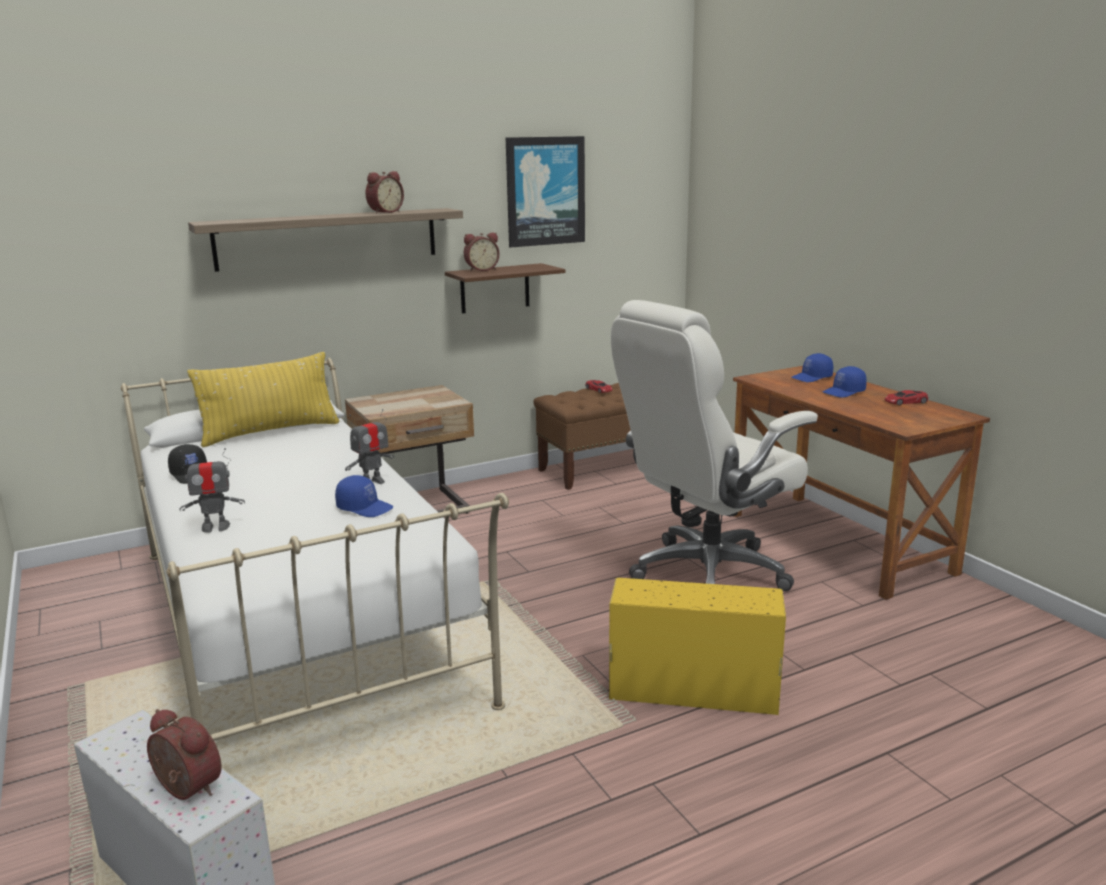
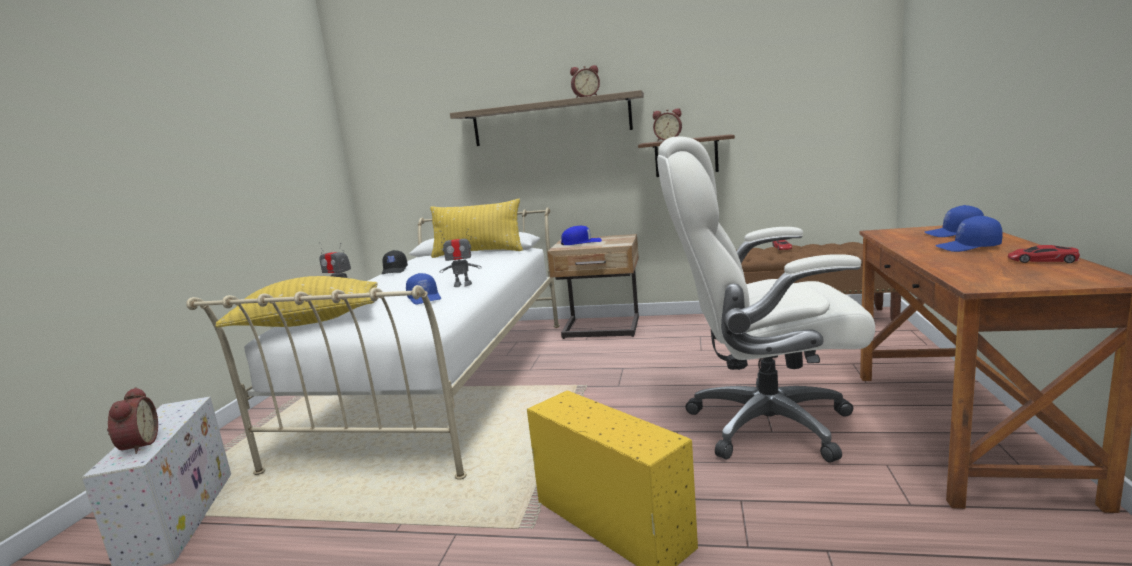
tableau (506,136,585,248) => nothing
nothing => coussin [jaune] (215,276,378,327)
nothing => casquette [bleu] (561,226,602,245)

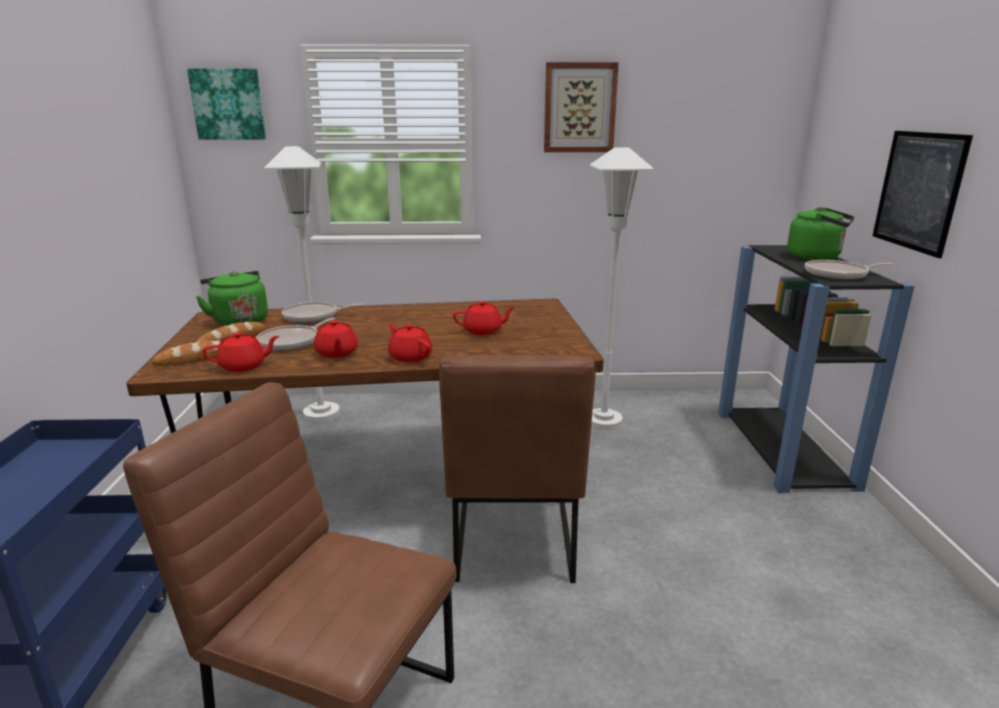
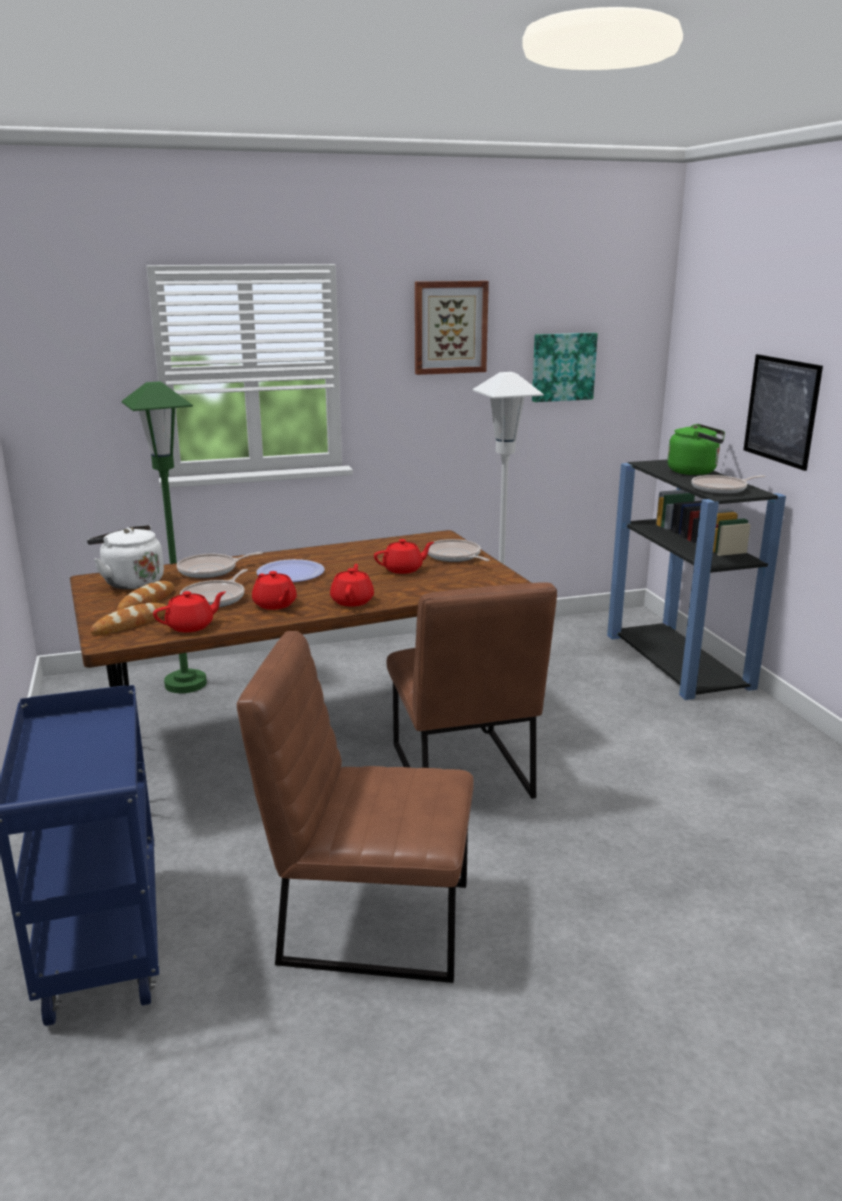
tableau (187,68,266,140) => tableau (532,333,598,402), relocated
bouilloire [vert] (196,271,268,326) => bouilloire [blanc] (87,525,164,589)
lampadaire [blanc] (264,146,340,423) => lampadaire [vert] (122,381,207,693)
théière [rouge] (388,323,432,362) => théière [rouge] (330,564,374,607), 60 degrees clockwise
nothing => assiette (257,559,325,582)
nothing => poêle (428,539,490,562)

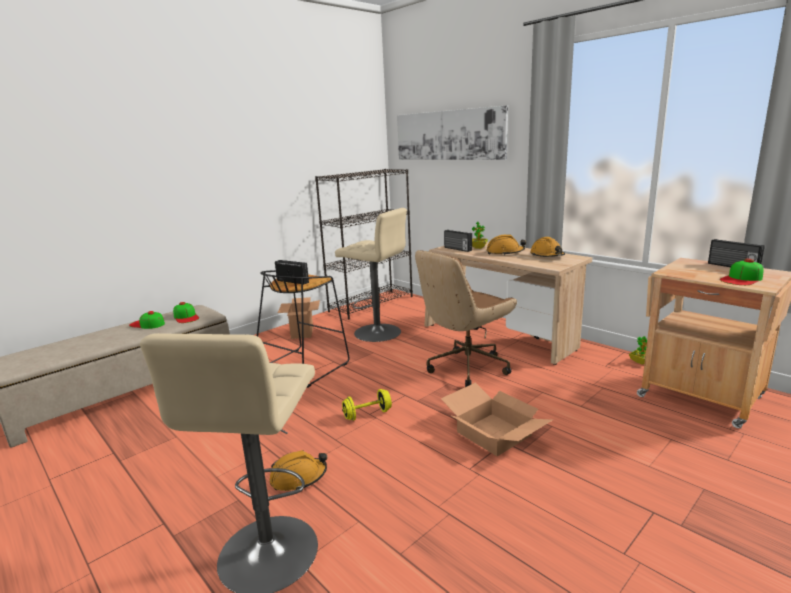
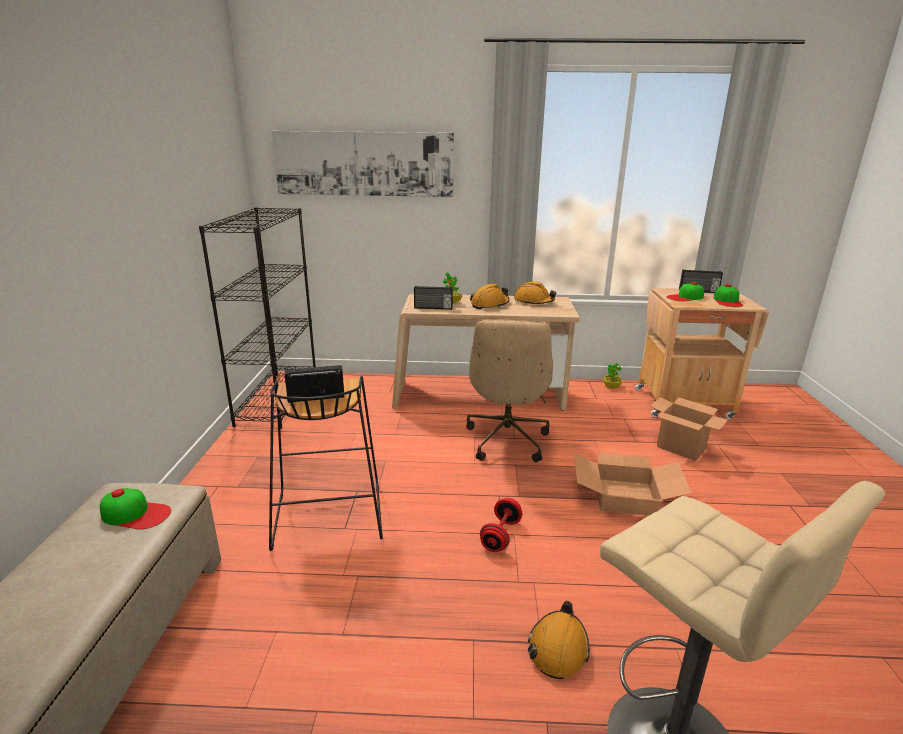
casquette (129,311,165,329) => casquette (666,282,704,301), relocated
carton (278,297,320,339) => carton (650,397,728,461), relocated
tabouret [beige] (335,208,407,342) => nothing
haltère [jaune] (342,389,392,421) => haltère [rouge] (480,498,522,552)

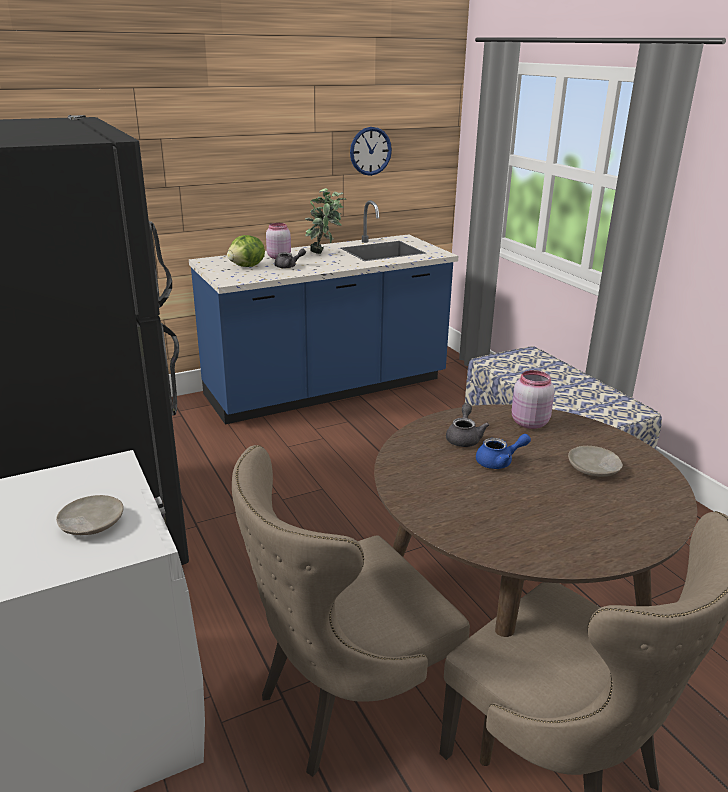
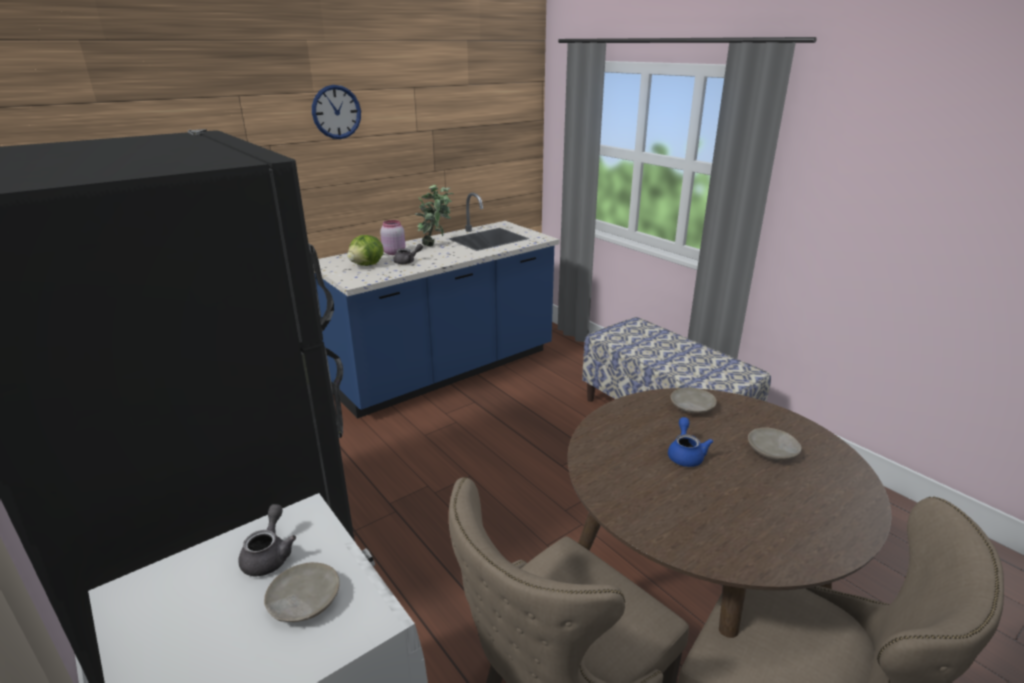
horloge murale (350,127,392,176) => horloge murale (312,85,361,139), relocated
théière [gris] (446,403,489,447) => théière [gris] (238,504,296,577), relocated
théière [bleu] (476,434,531,469) => théière [bleu] (668,417,714,467), 60 degrees counterclockwise
bocal [rose] (512,370,555,429) => assiette [beige] (671,387,717,413)

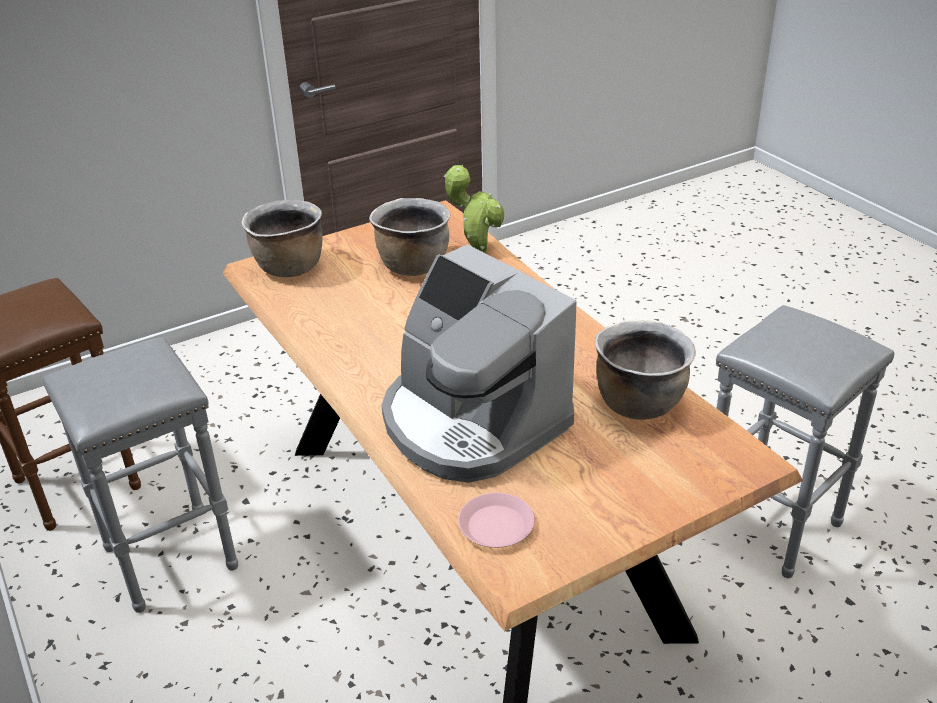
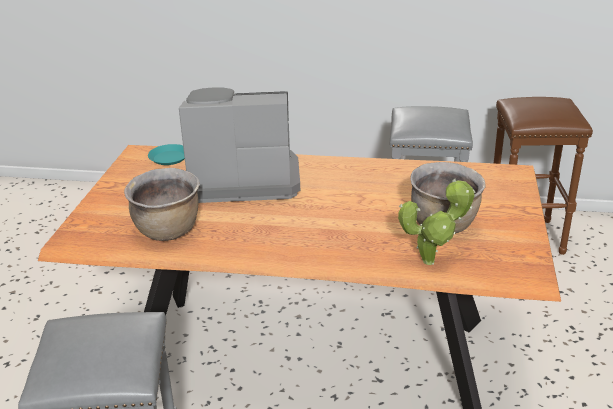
marmite [marron] (241,200,323,277) => nothing
assiette [rose] (458,493,535,548) => assiette [turquoise] (148,144,185,165)

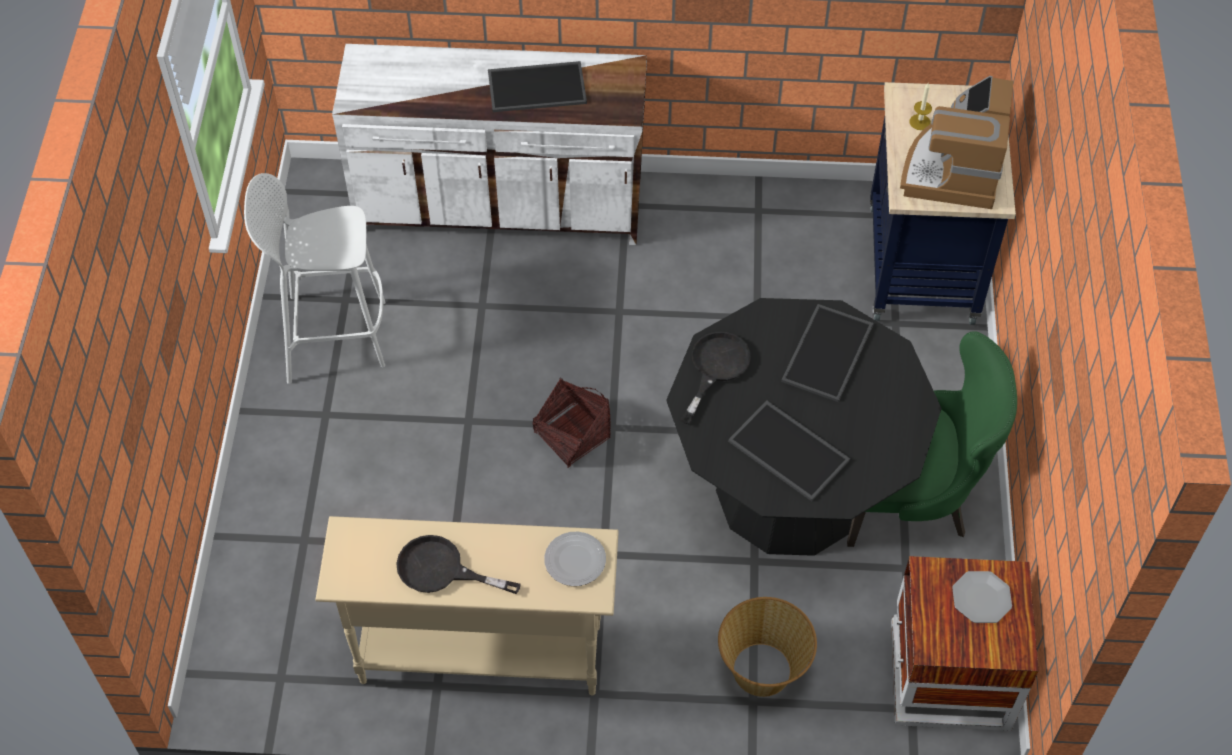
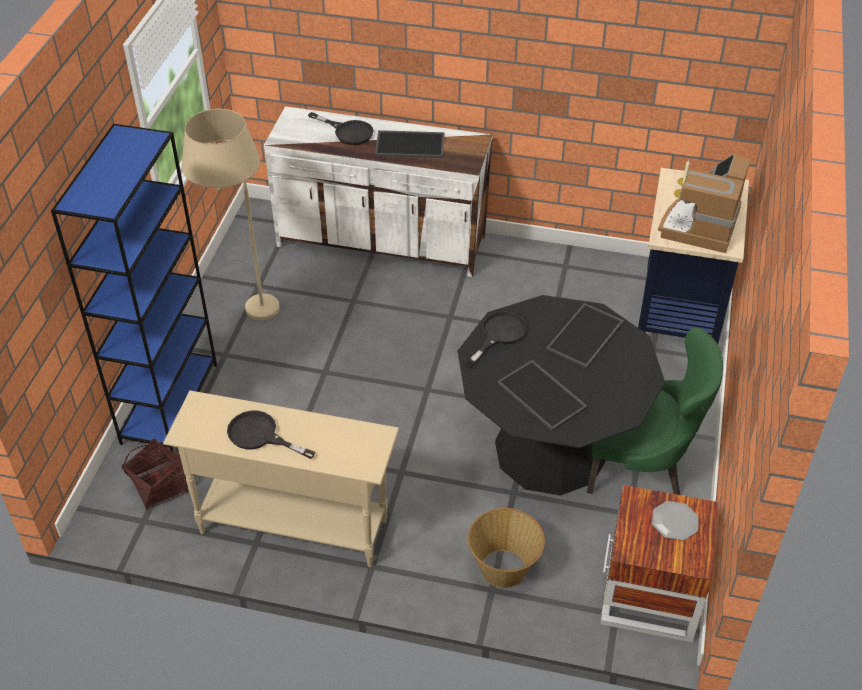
tabouret [blanc] (244,173,386,384) => lampadaire [beige] (182,109,280,320)
panier (533,378,611,468) => panier (122,438,188,510), relocated
assiette (544,532,606,586) => nothing
nothing => bibliothèque [bleu] (51,124,217,452)
nothing => poêle [noir] (308,112,374,145)

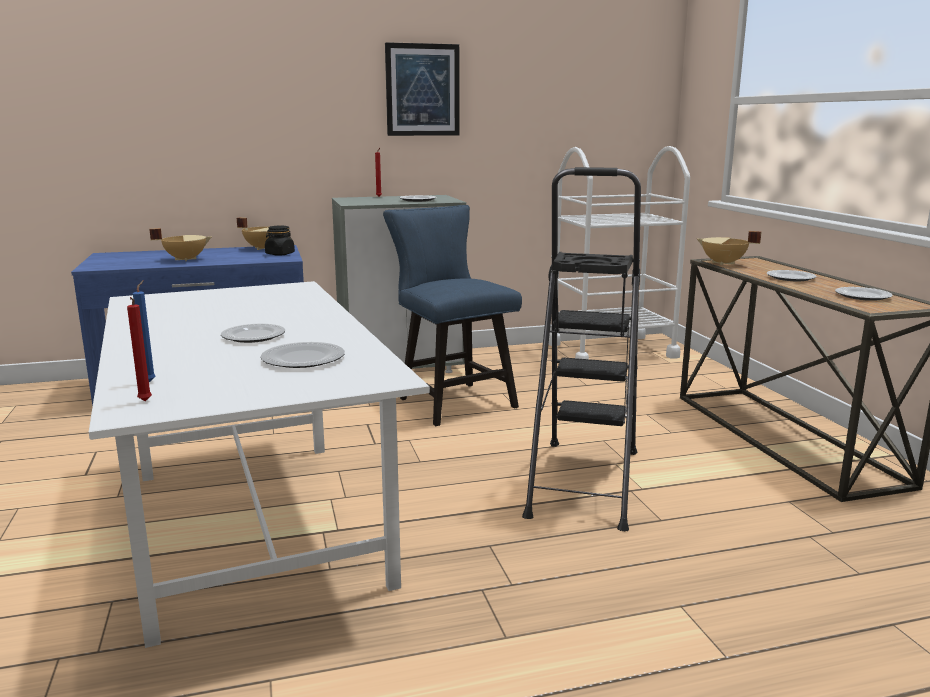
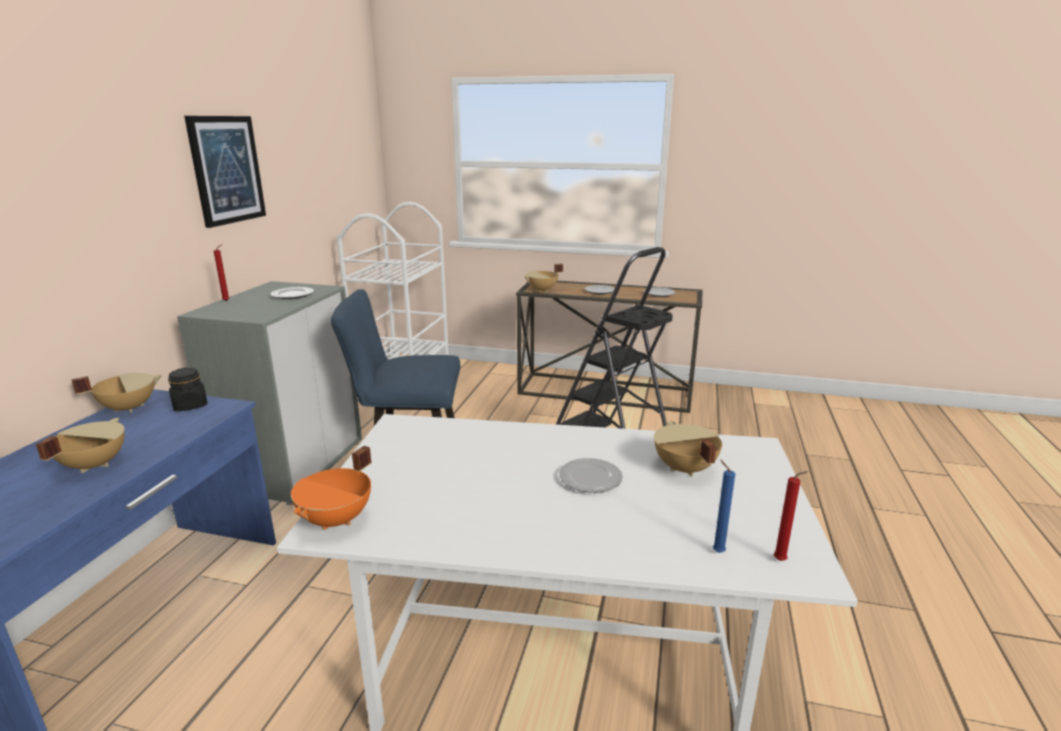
assiette (260,342,345,368) => marmite [beige] (654,421,722,477)
nothing => marmite [orange] (291,446,371,530)

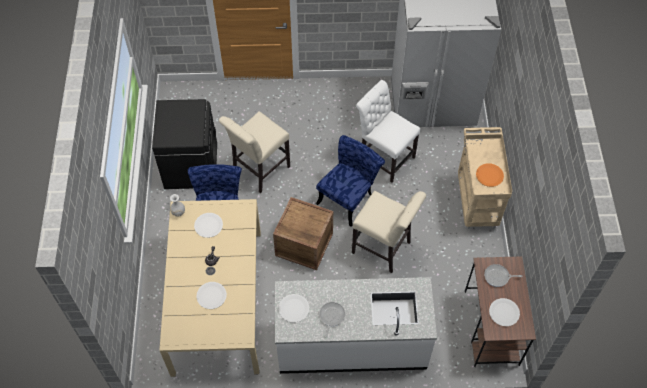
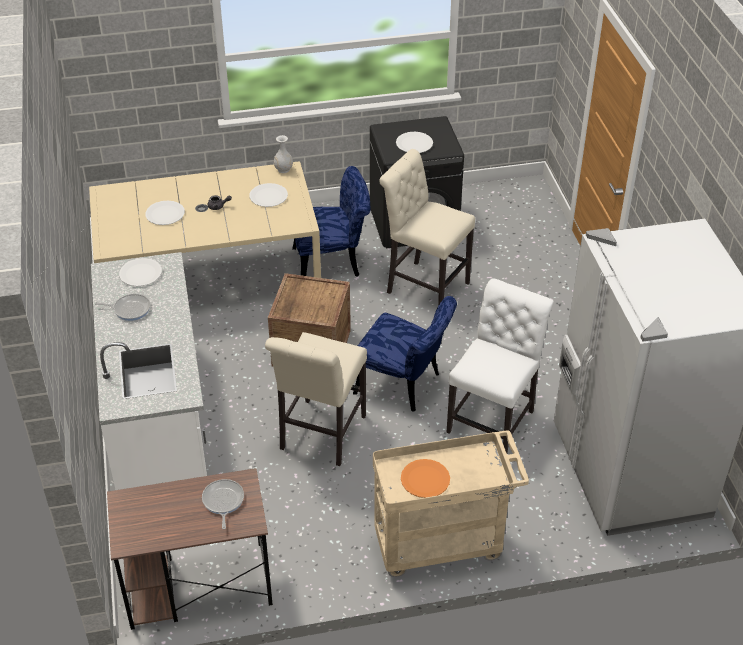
assiette [blanc] (489,298,520,326) => assiette [blanc] (396,132,433,153), relocated

